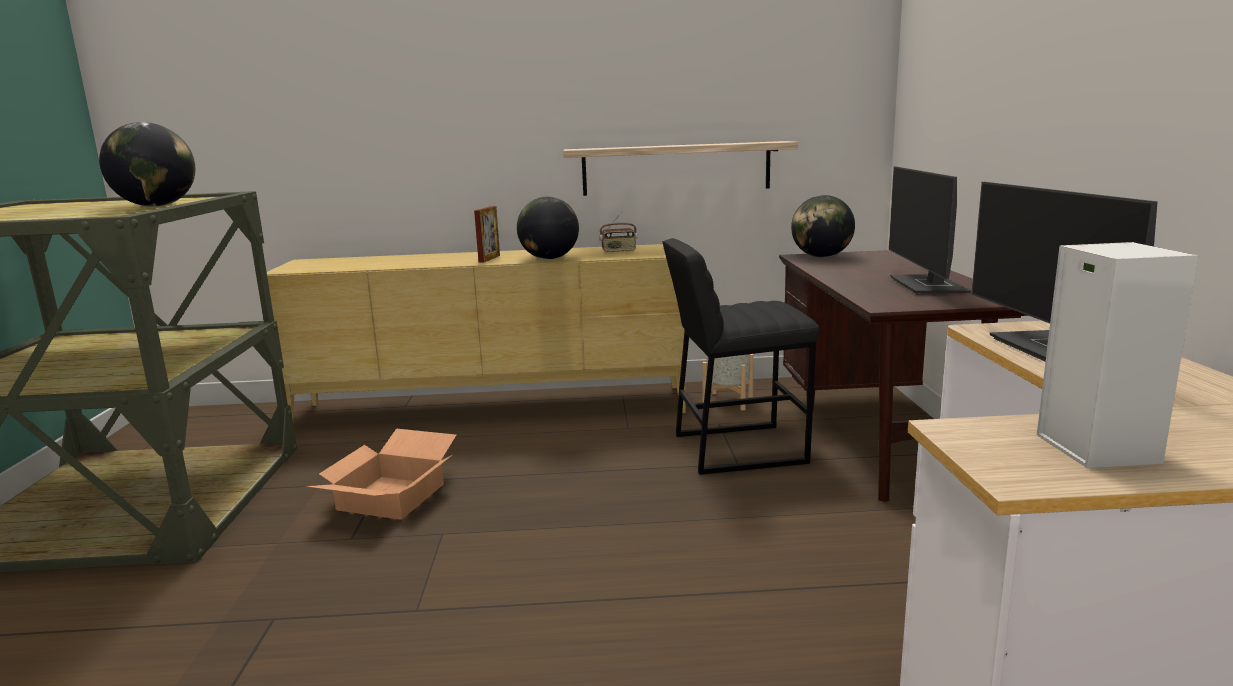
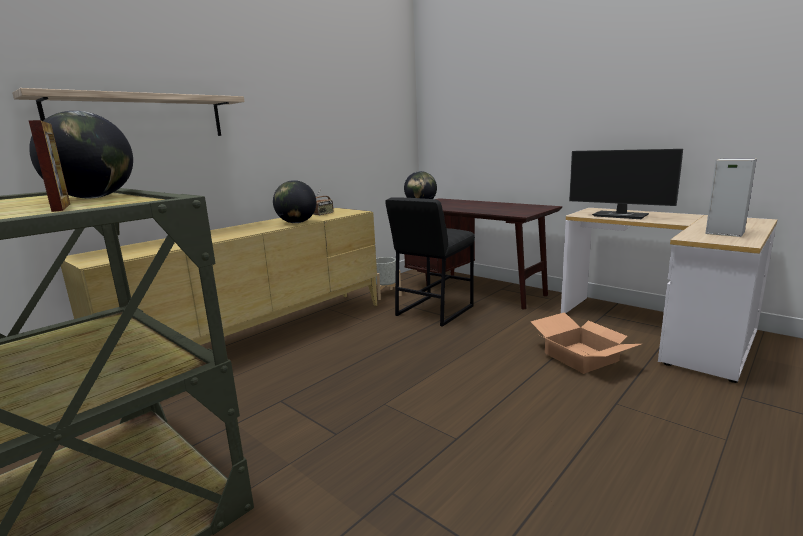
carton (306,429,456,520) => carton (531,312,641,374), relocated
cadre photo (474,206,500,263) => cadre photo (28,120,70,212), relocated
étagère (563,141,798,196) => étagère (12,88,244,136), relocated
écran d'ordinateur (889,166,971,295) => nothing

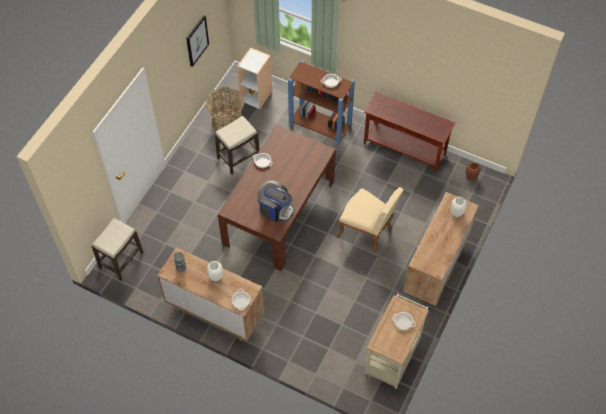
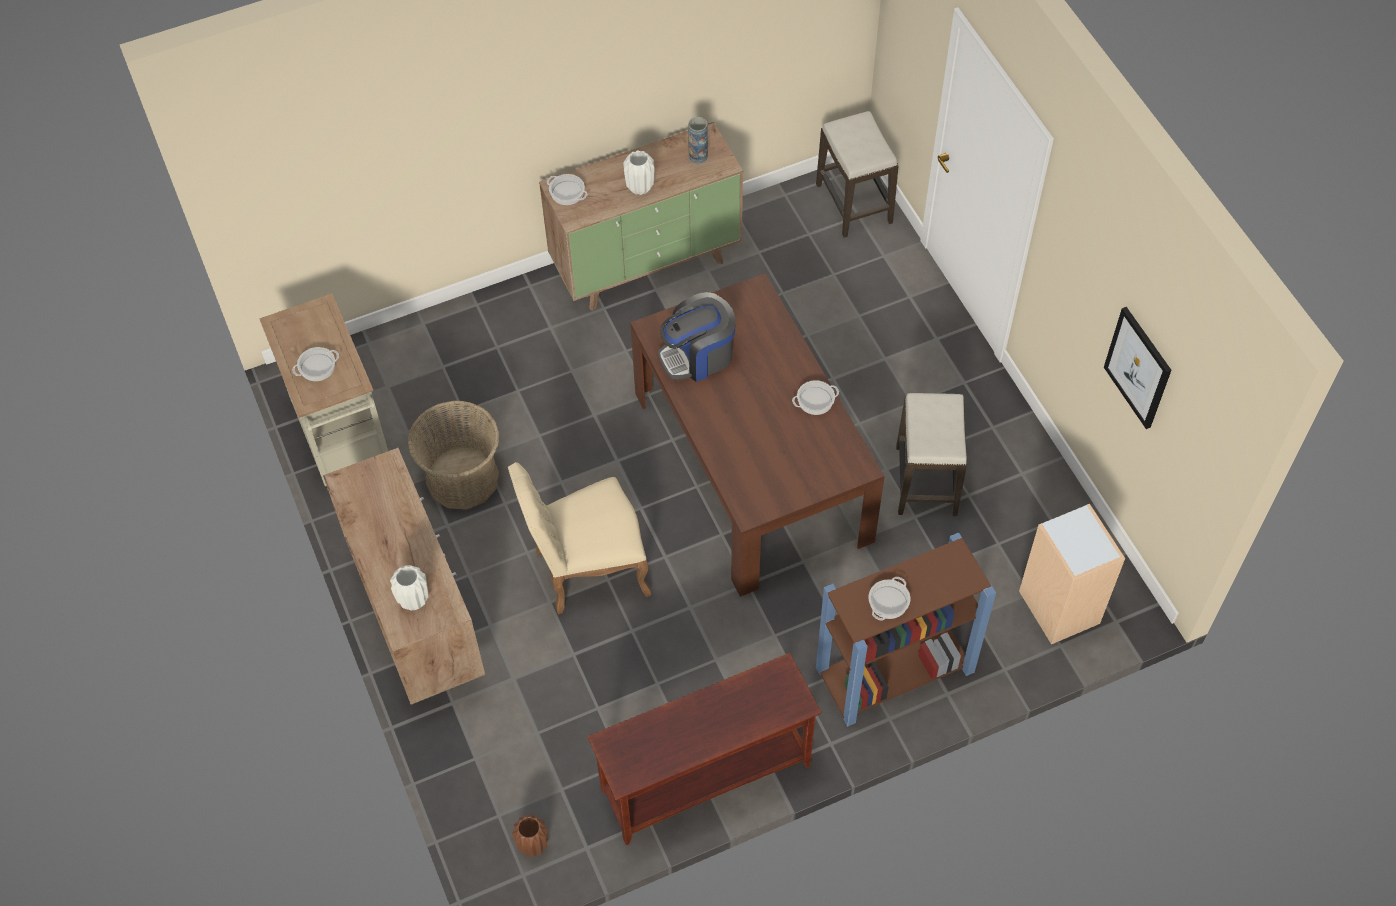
panier (206,87,244,131) => panier (408,400,499,510), relocated

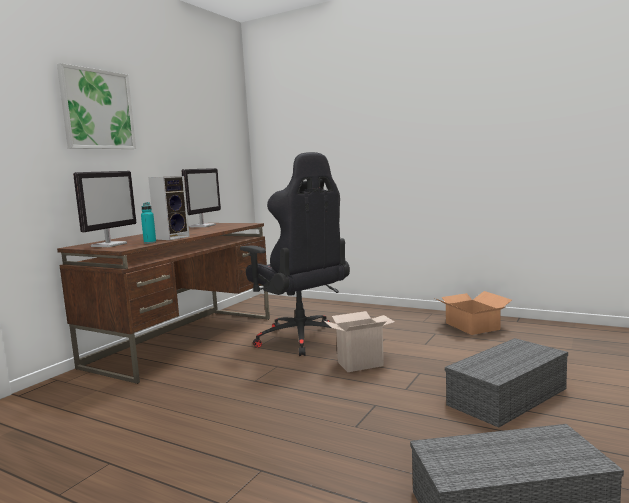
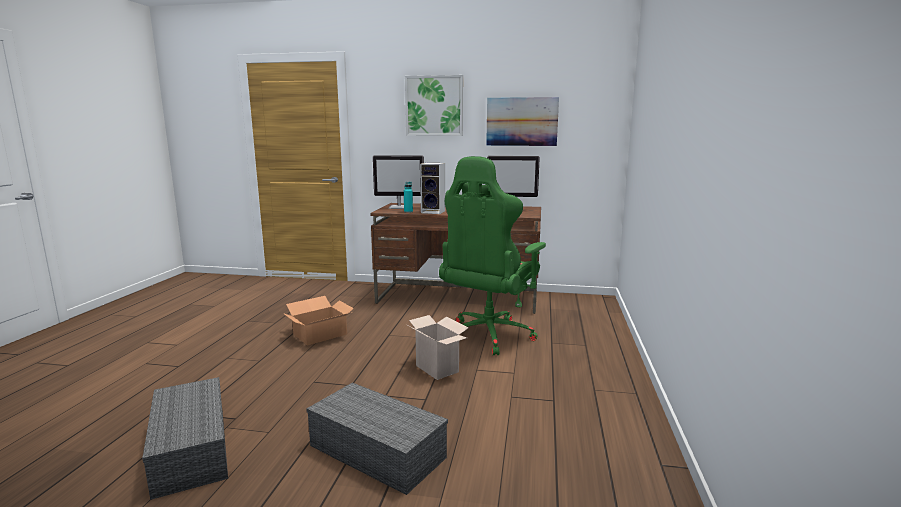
chaise de bureau [noir] (240,152,350,356) => chaise de bureau [vert] (439,156,546,355)
carton (435,291,512,335) => carton (283,296,354,346), relocated
nothing => tableau (486,97,559,146)

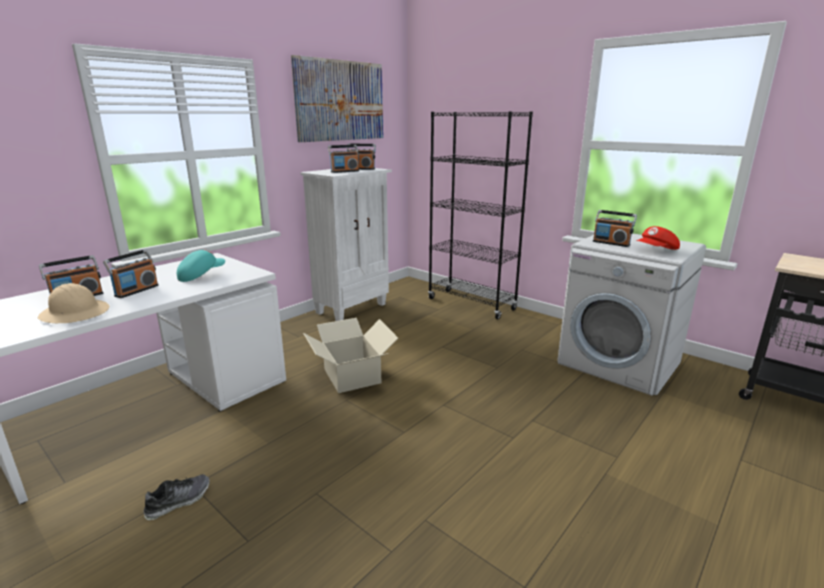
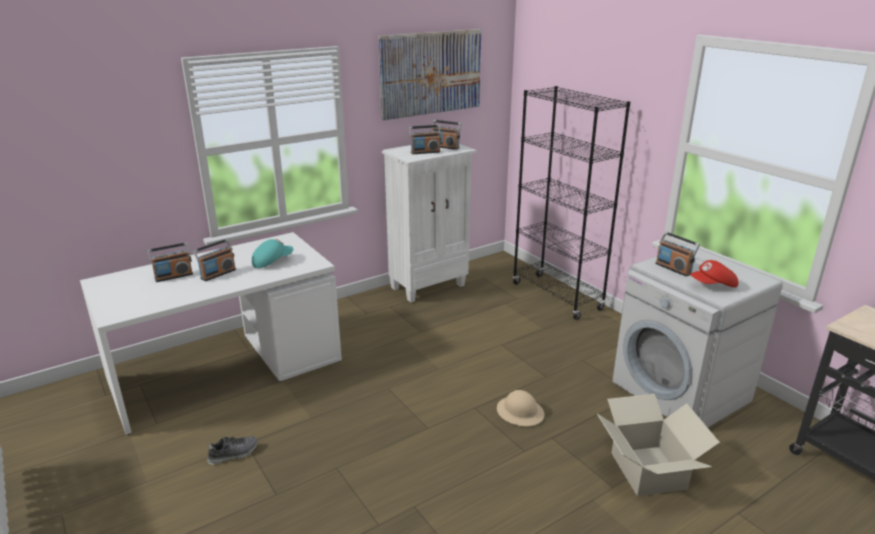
casque de chantier [beige] (38,283,109,324) => casque de chantier [beige] (497,390,544,426), relocated
carton (303,318,398,393) => carton (597,394,720,496), relocated

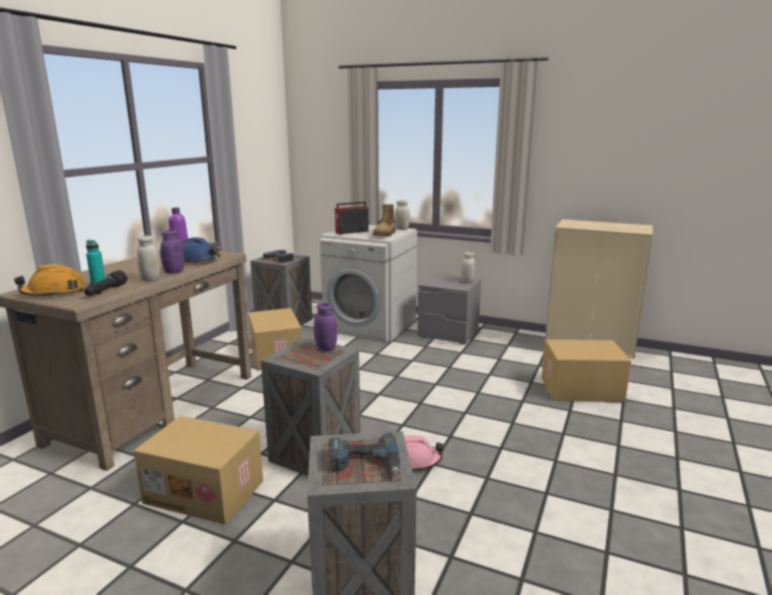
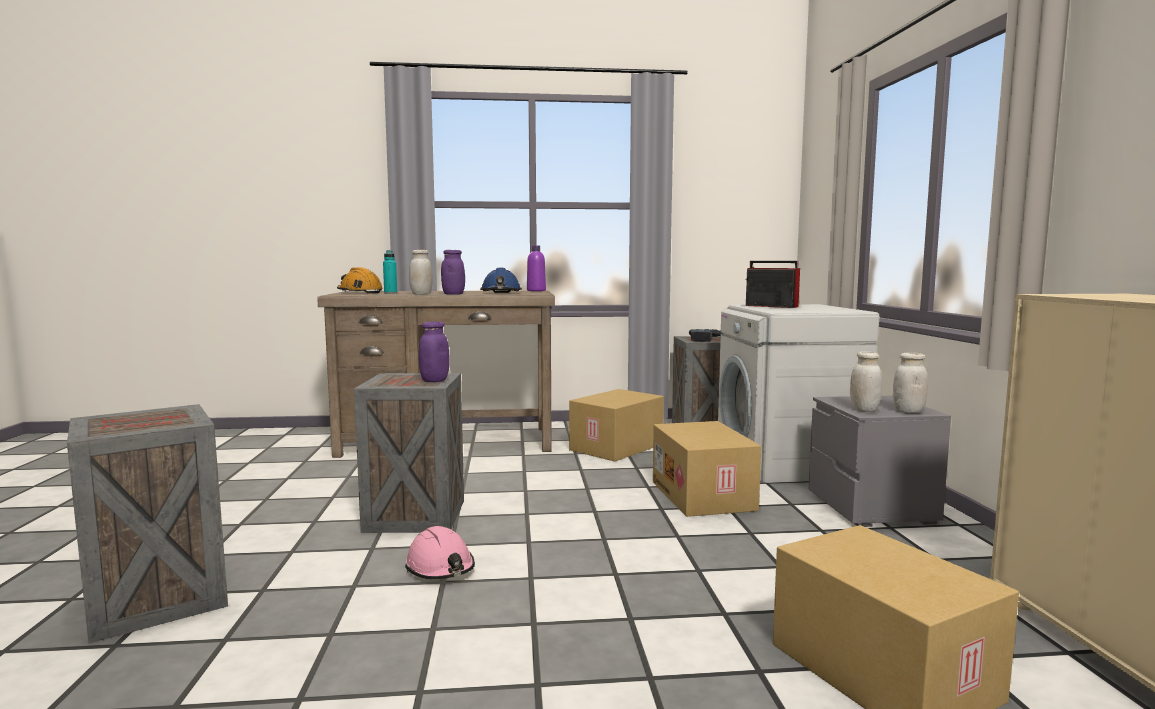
lampe de poche [noir] (84,270,127,296) => nothing
carton (134,416,263,524) => carton (653,421,761,517), relocated
perceuse (329,433,400,475) => nothing
botte (373,204,395,237) => nothing
bocal [blanc] (394,200,410,230) => bocal [blanc] (850,352,882,412), relocated

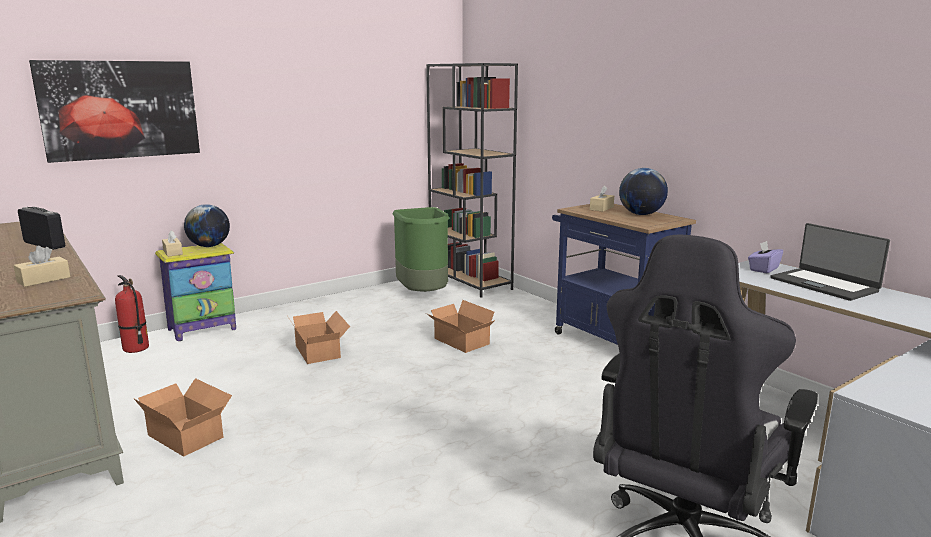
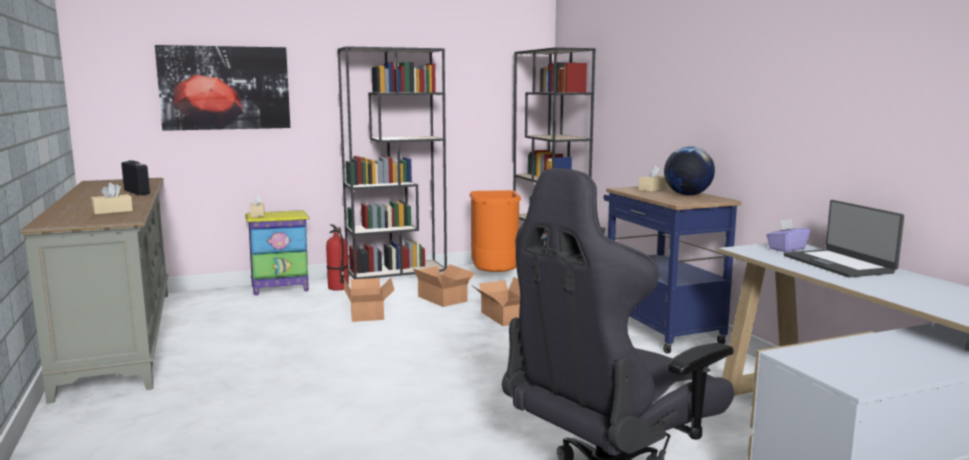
extincteur (115,275,149,353) => extincteur (326,224,349,290), relocated
carton (133,378,232,457) => carton (413,264,475,307), relocated
globe (184,204,230,247) => nothing
poubelle [vert] (392,207,449,292) => poubelle [orange] (469,190,521,272)
nothing => bibliothèque (338,46,447,279)

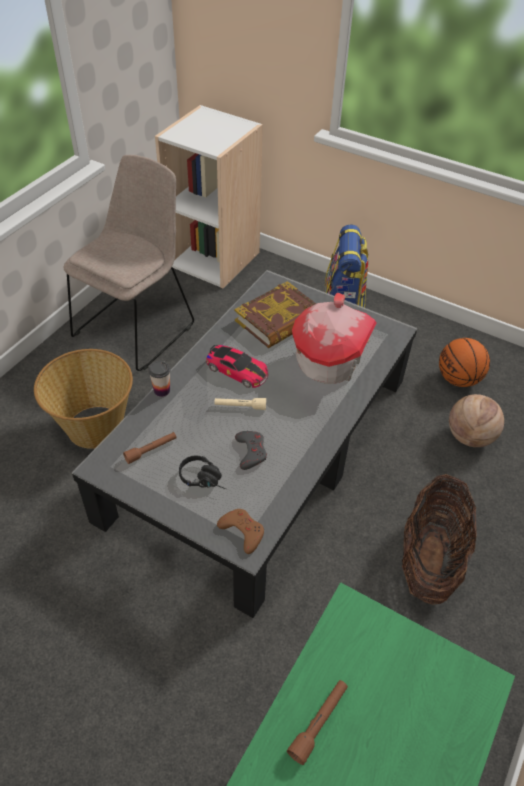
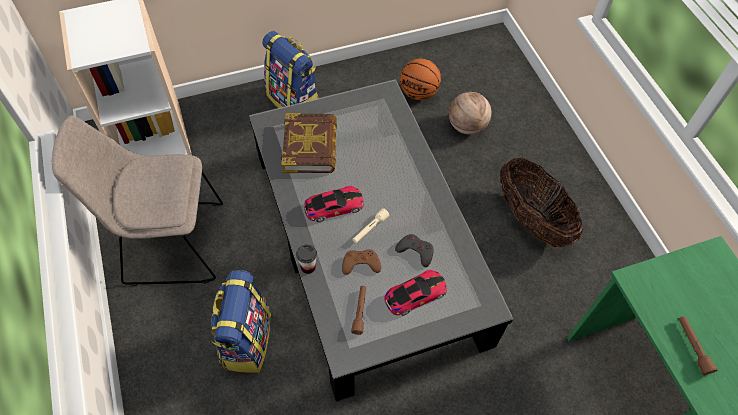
panier (34,349,133,449) => sac à dos (211,270,271,373)
chaise [beige] (64,155,194,371) => chaise [beige] (52,115,223,286), 75 degrees counterclockwise
casque audio [noir] (179,455,226,489) => petite voiture (384,270,447,316)
manette [marron] (217,509,264,554) => manette [marron] (342,249,381,275), relocated
maison miniature (292,293,377,384) => nothing

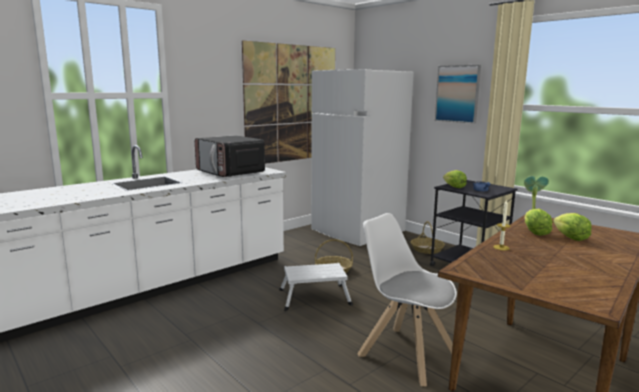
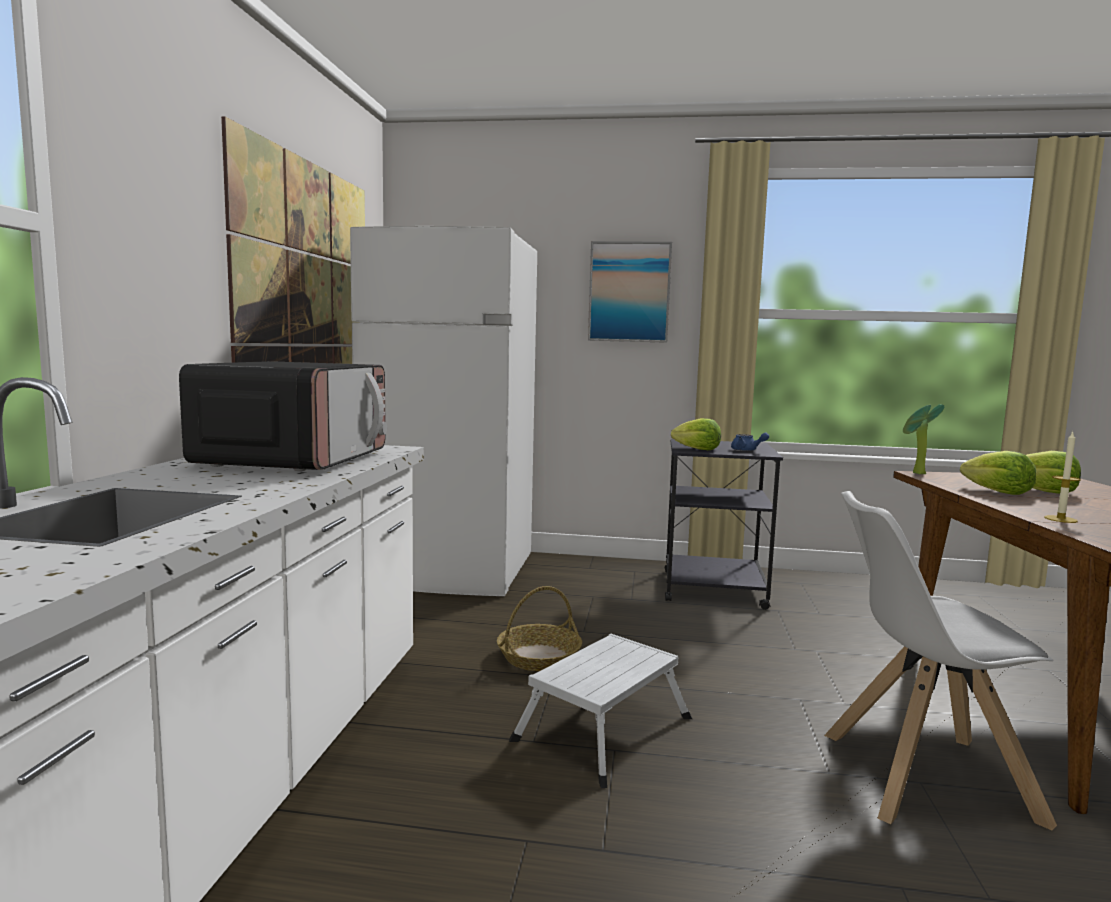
micro-ondes (195,135,265,177) => micro-ondes (179,361,387,471), 90 degrees counterclockwise
panier (410,221,445,254) => nothing

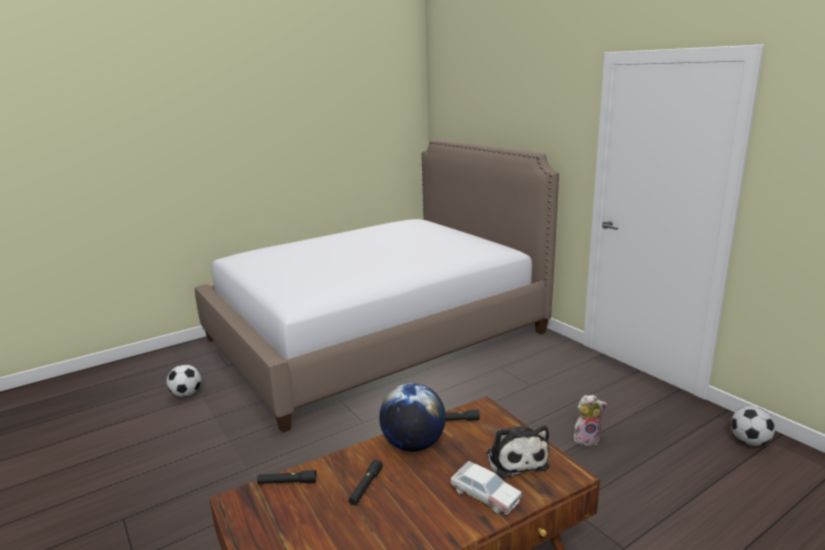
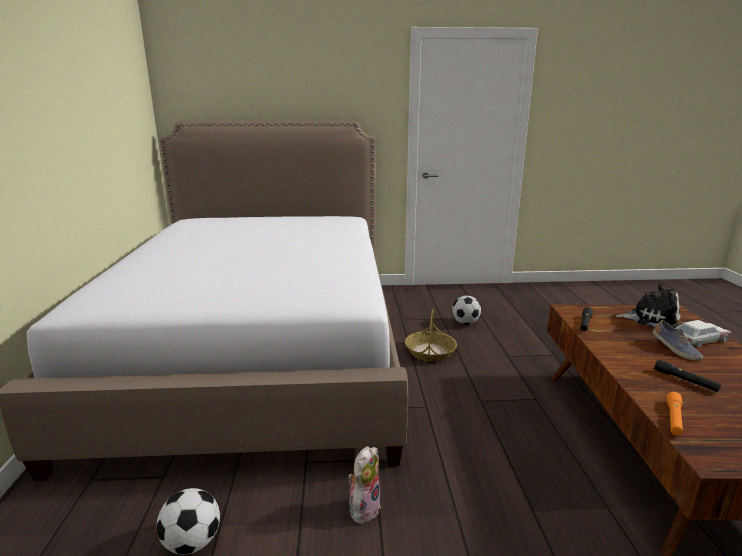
lampe de poche [noir] (257,470,317,484) => lampe de poche [orange] (667,392,683,436)
globe (379,383,446,452) => nothing
peluche (573,395,607,446) => peluche (348,446,381,525), relocated
ballon de foot (731,406,775,446) => ballon de foot (452,296,481,325), relocated
nothing => panier (405,309,457,361)
nothing => chaussure (653,320,703,361)

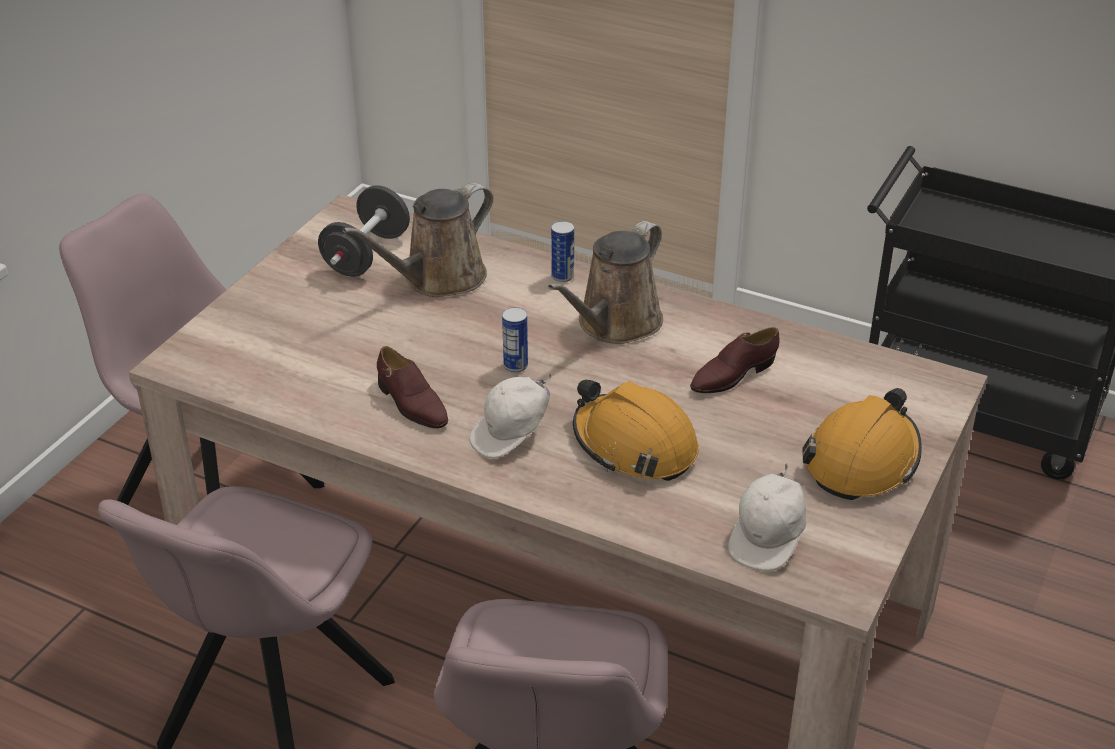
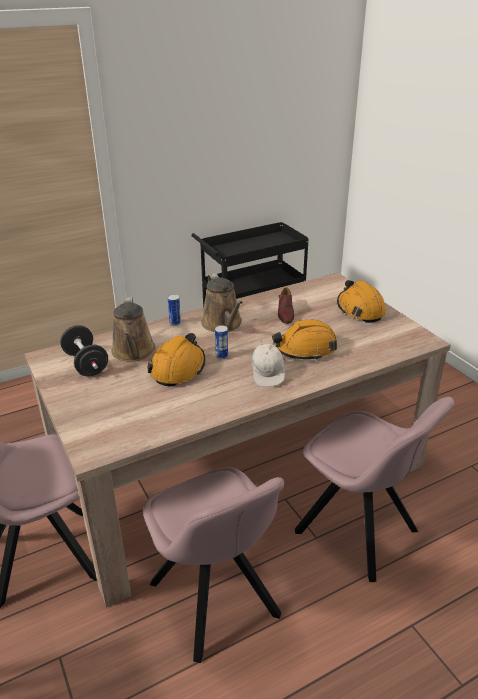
chaussure [marron] (377,346,448,429) => nothing
casquette [blanc] (728,462,806,571) => nothing
nothing => casque de chantier [orange] (147,333,206,387)

